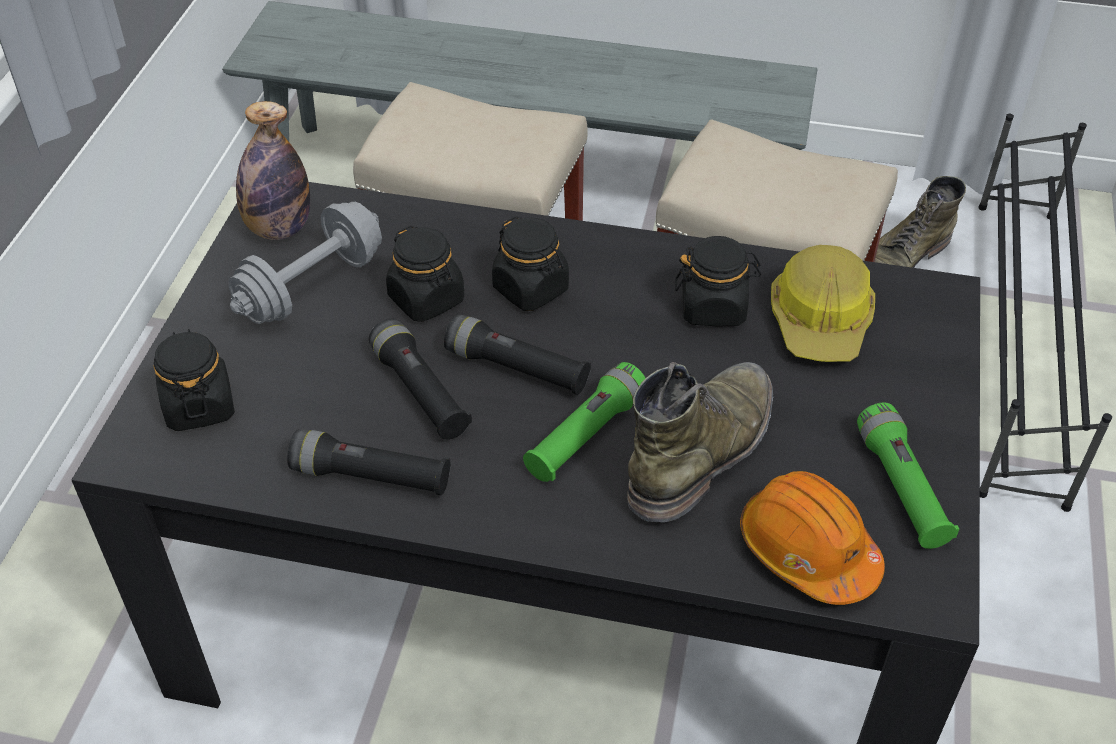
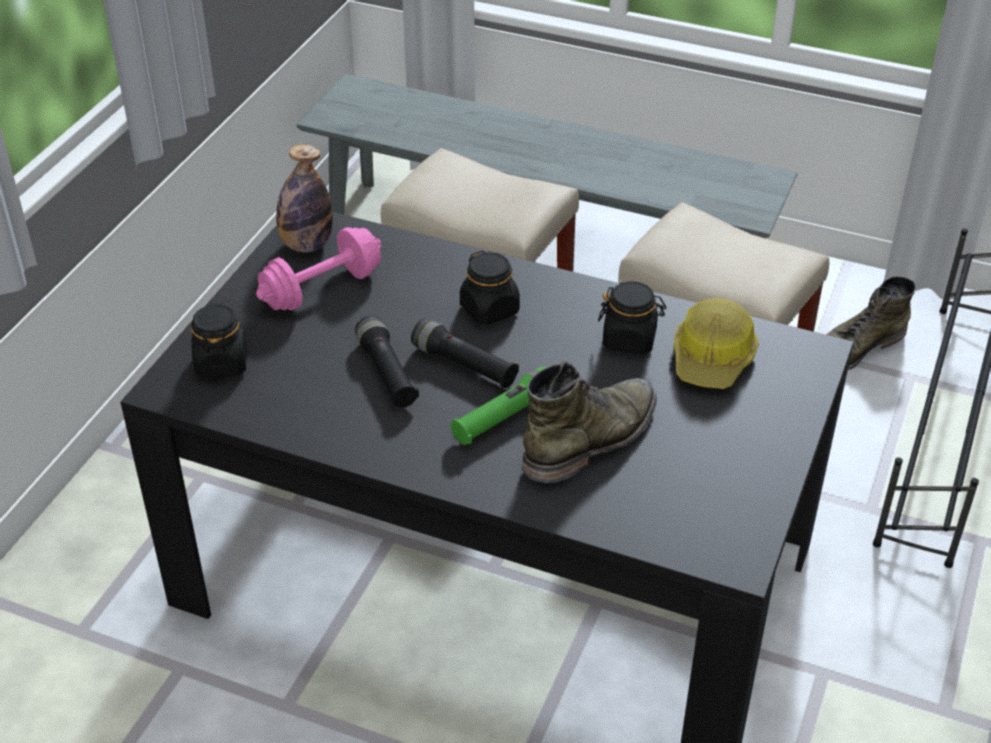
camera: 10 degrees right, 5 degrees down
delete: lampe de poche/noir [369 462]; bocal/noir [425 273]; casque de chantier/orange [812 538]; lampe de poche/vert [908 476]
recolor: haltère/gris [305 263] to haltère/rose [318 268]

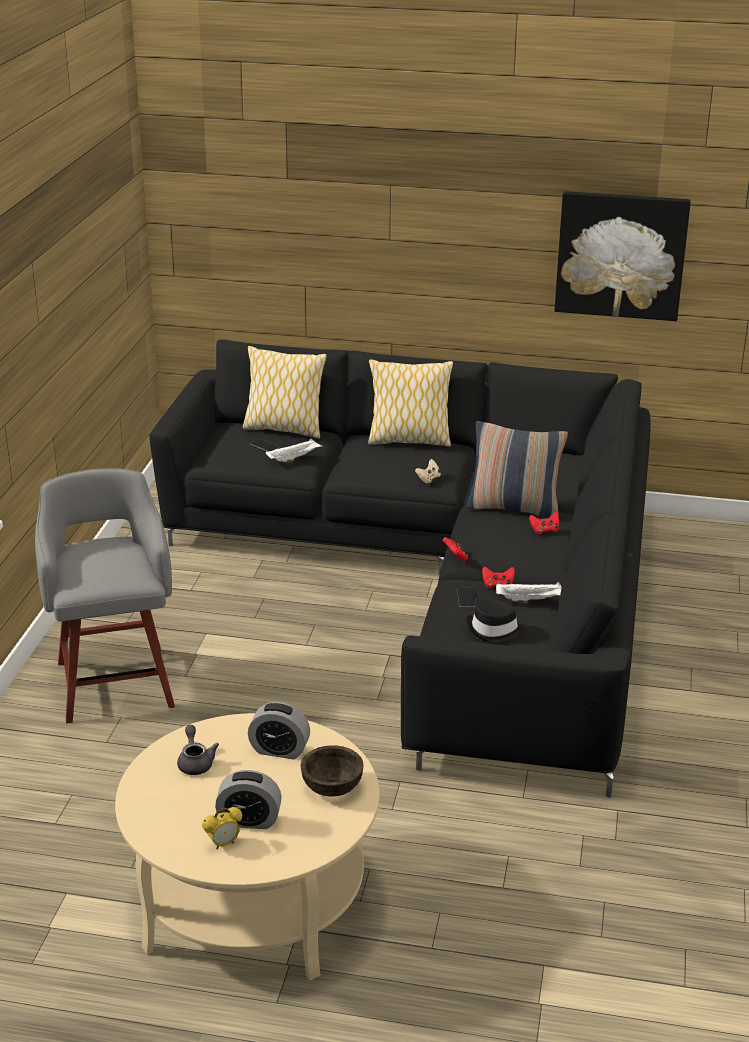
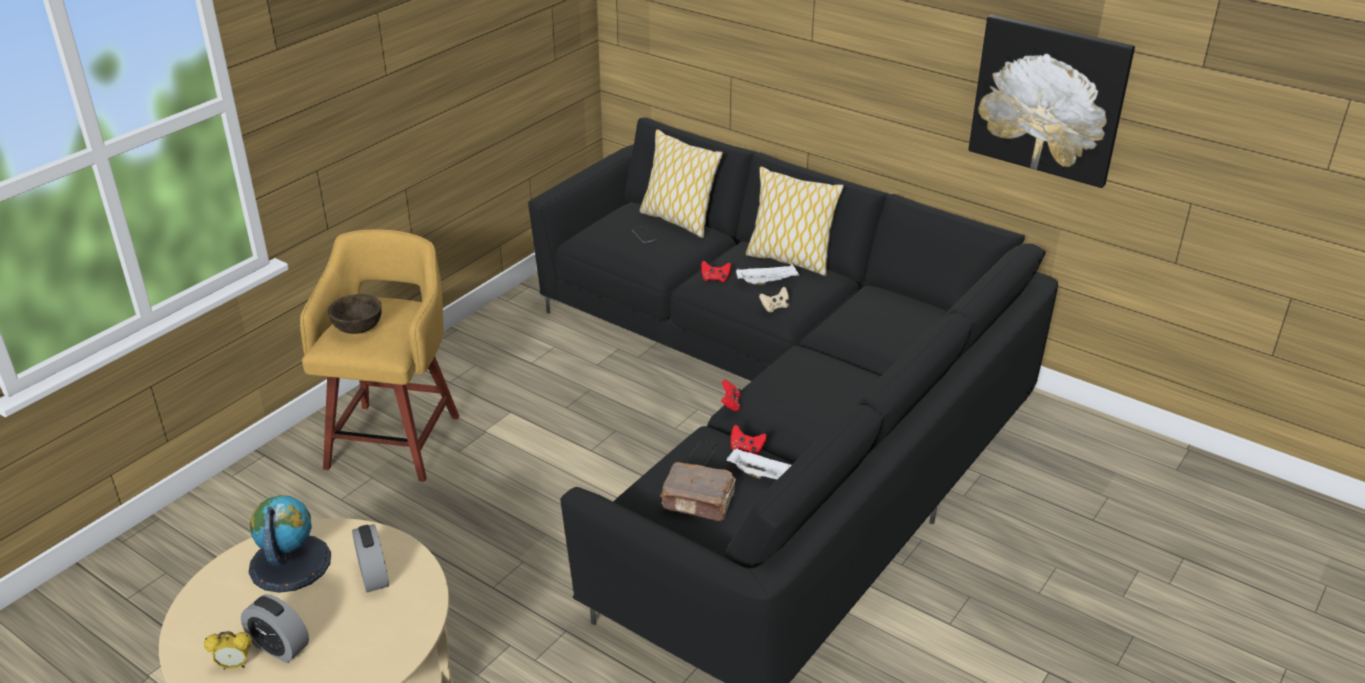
camera: 25 degrees right, 5 degrees up
delete: coussin [517 469]
move: plateau/blanc [294 450] to [767 274]; bol/marron [332 771] to [355 314]; manette/rouge [544 523] to [716 271]
replace: théière/gris [198 750] to globe [290 544]; chapeau/noir [495 620] to livre/marron [698 491]
recolor: tabouret/gris [105 595] to tabouret/jaune [379 356]
rotate: réveil [279 730] = [370 558] 150 degrees counterclockwise

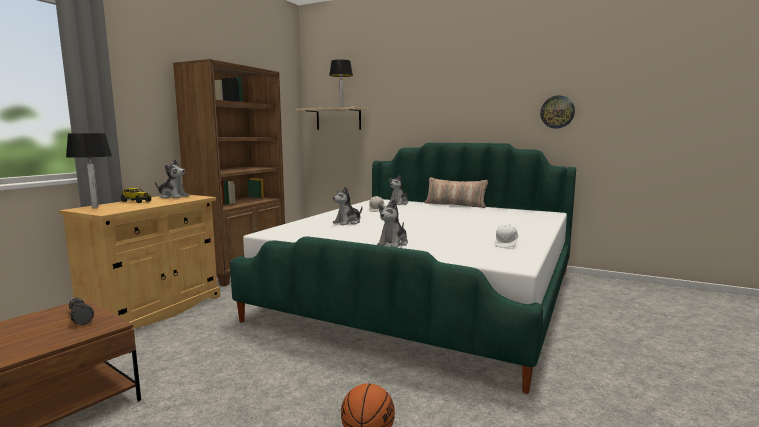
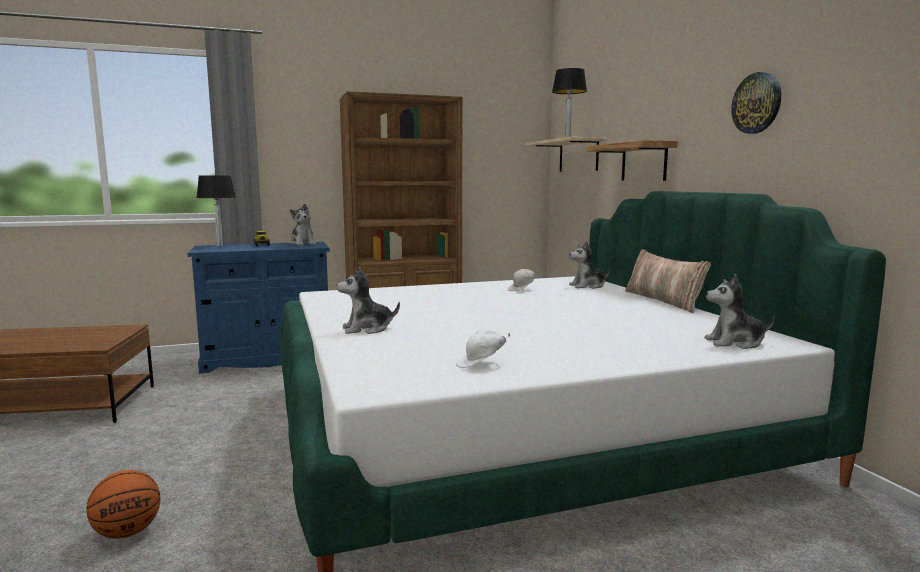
camera: 45 degrees right, 0 degrees up
delete: lampe de poche [81 311]
insert: étagère [632 160]
move: peluche [347 205] to [740 311]; horloge murale [557 112] to [756 103]
recolor: meuble de rangement/beige [139 262] to meuble de rangement/bleu [258 308]

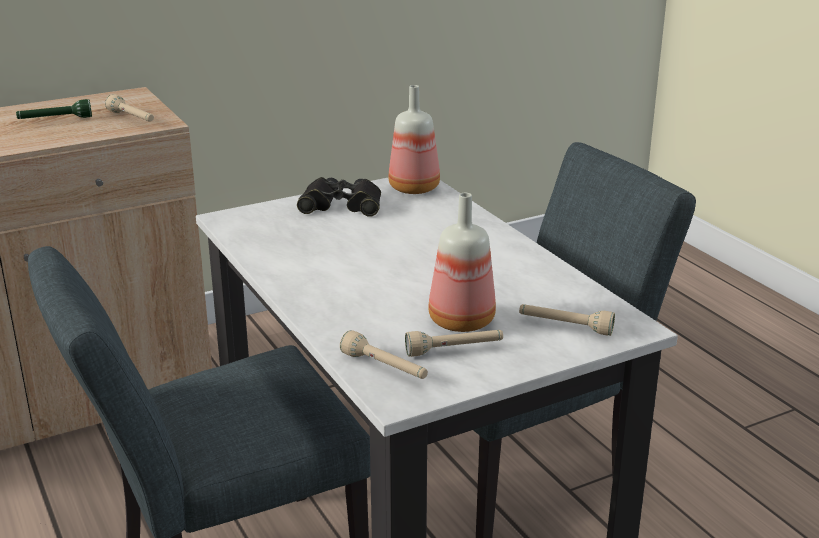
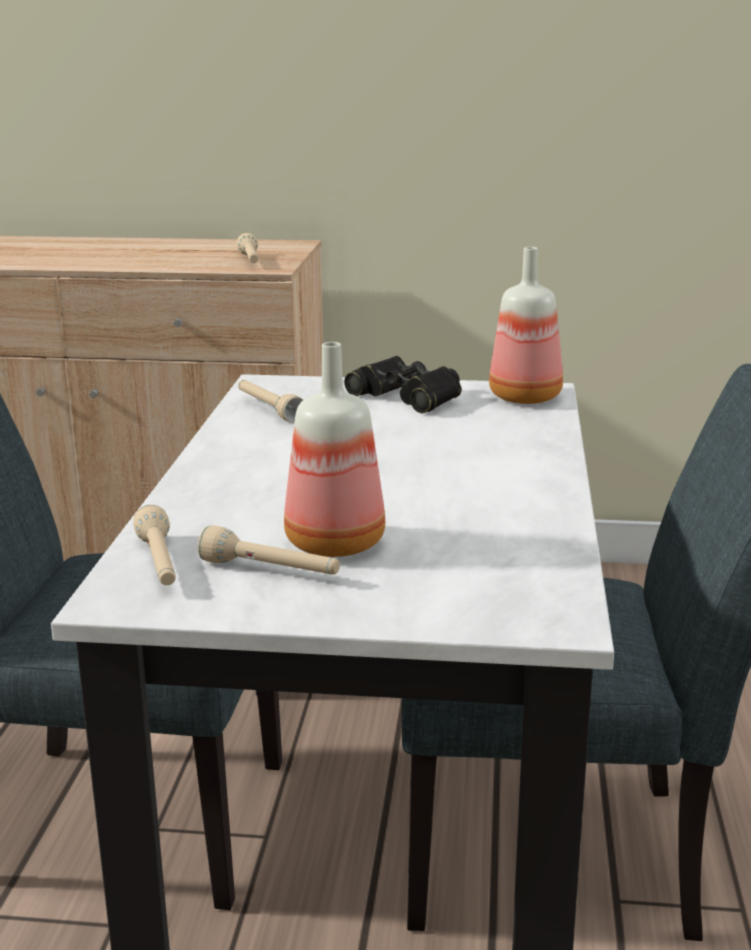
camera: 35 degrees right, 5 degrees down
delete: lampe de poche/vert [54 109]
move: lampe de poche/beige [567 320] to [270 401]

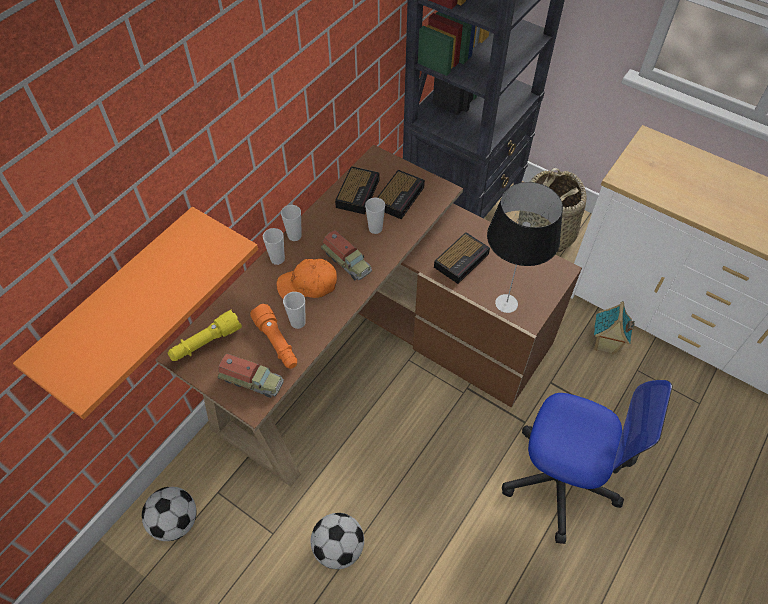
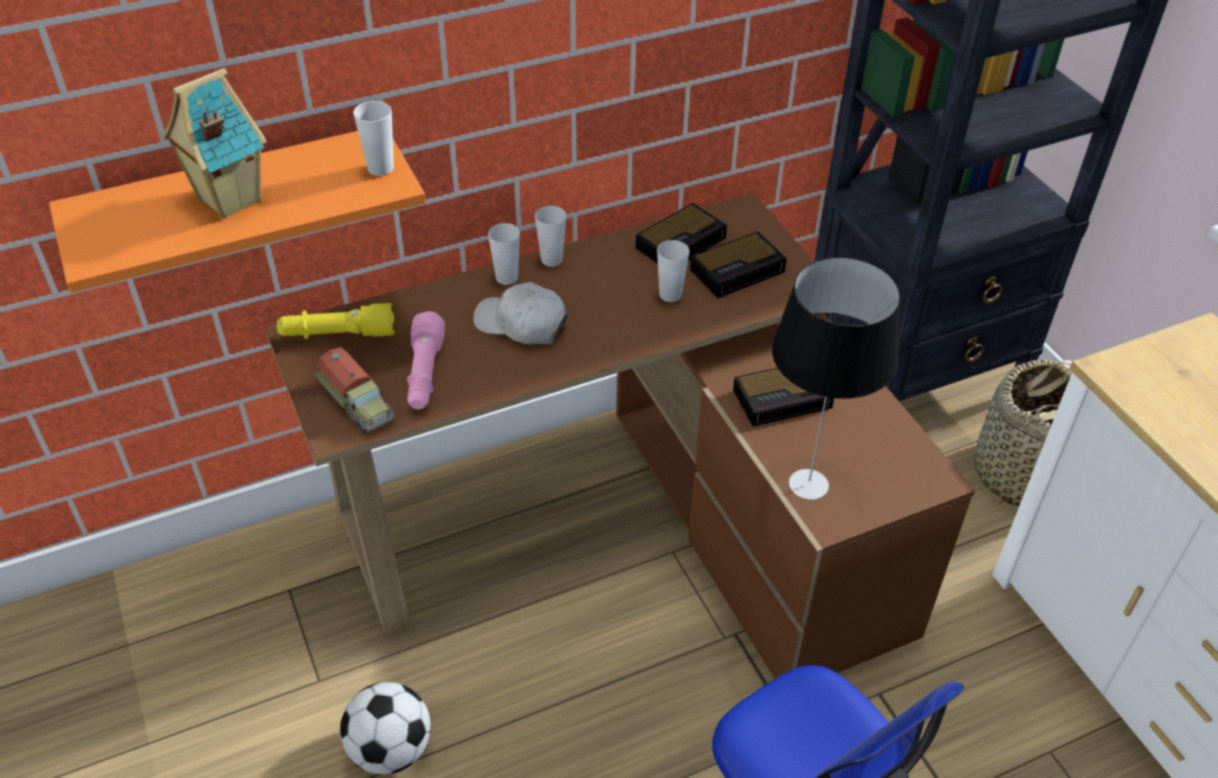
camera: 30 degrees right, 10 degrees down
delete: ballon de foot [169 514]; camion jouet [346 255]
move: tasse [294 310] to [373 138]; maison miniature [614 327] to [214 143]
recolor: lampe de poche/orange [273 336] to lampe de poche/rose [426 360]; casquette/orange [306 279] to casquette/blanc [520 313]

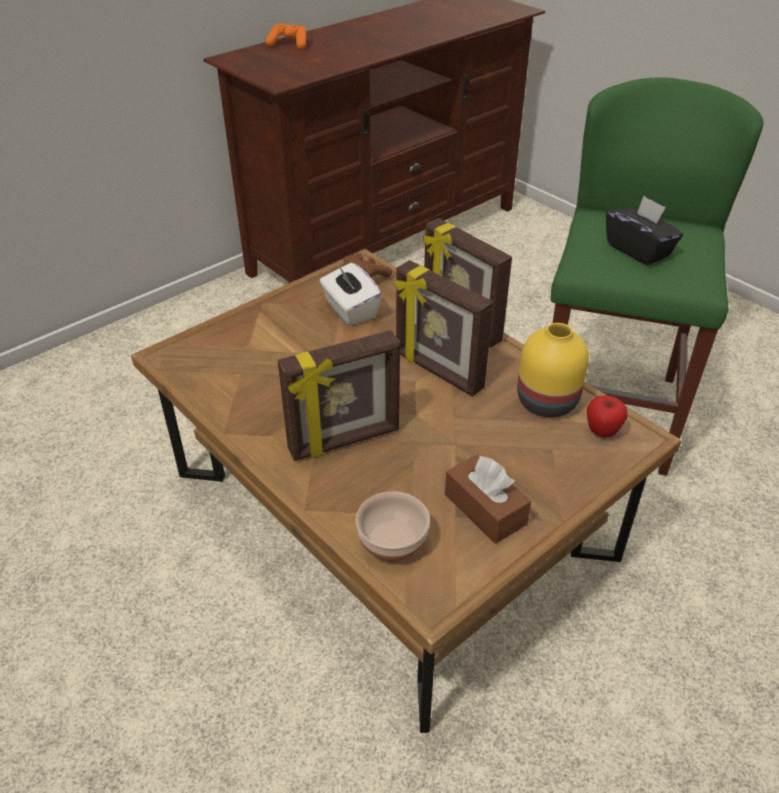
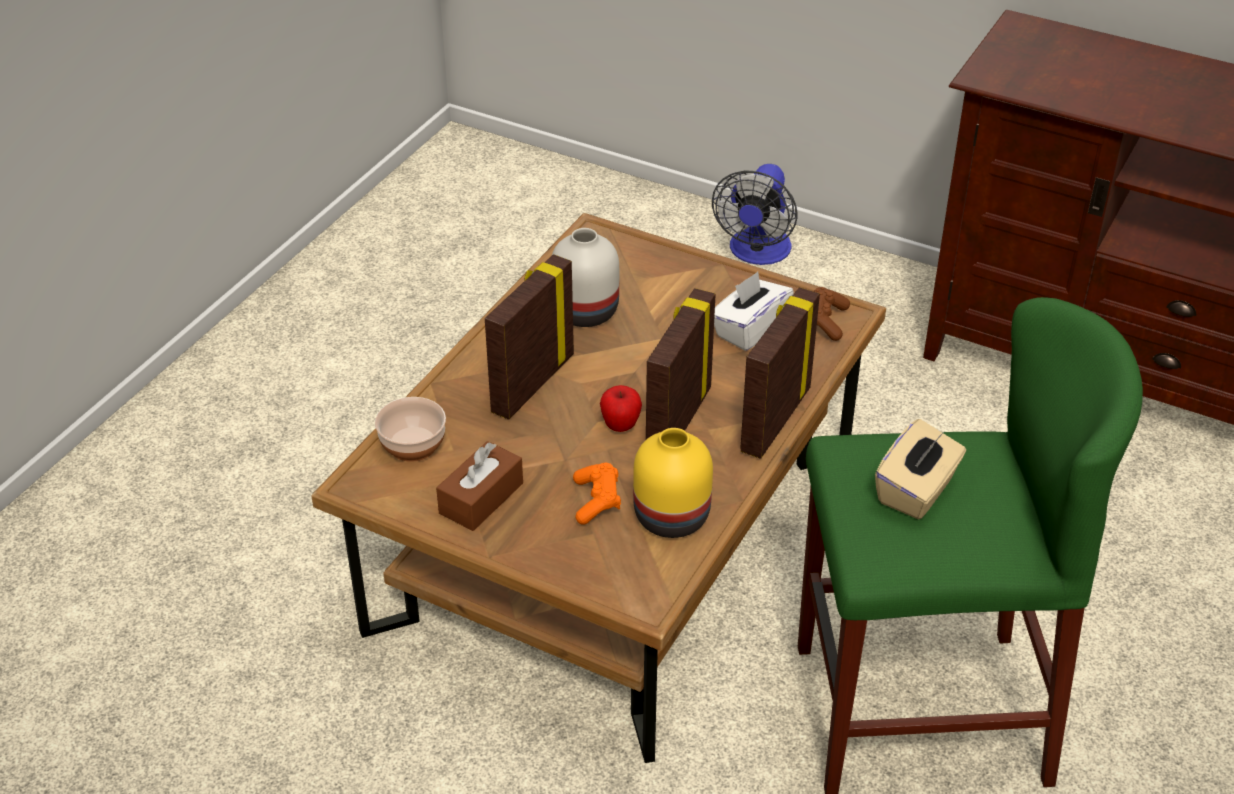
camera: 70 degrees right, 0 degrees up
insert: vase/blanc [585 277]; ventilateur [755 214]
move: manette/orange [286 36] to [597 493]; pomme [607 416] to [621 408]
recolor: boîte à mouchoirs/noir [644 230] to boîte à mouchoirs/beige [920 469]
rotate: cadre photo [339 395] = [529 337] 75 degrees clockwise

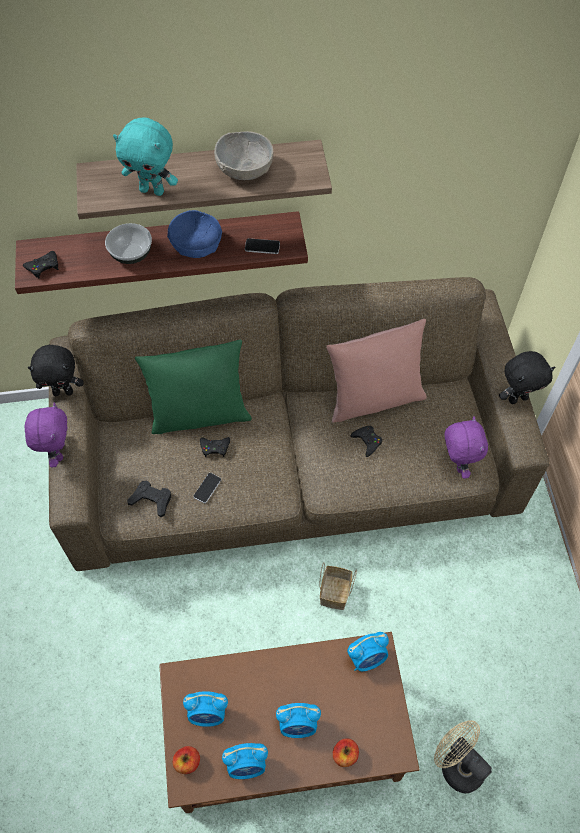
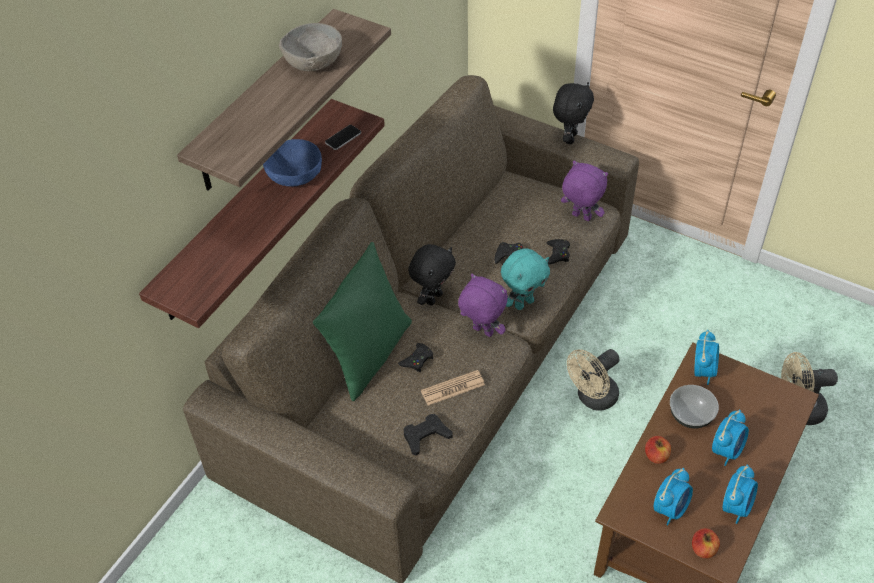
camera: 50 degrees left, 10 degrees down
delete: coussin/rose [376 371]
move: manette/noir [40 265] to [558 251]; peluche/violet [46 434] to [483 305]; peluche/noir [55 370] to [432 274]; bol [128 243] to [694 407]; peluche/turquoise [145 156] to [525 279]; pomme [346 752] to [658 450]
replace: téléphone [207 488] to journal [453 387]; panier [338 586] to ventilateur/beige [593 380]

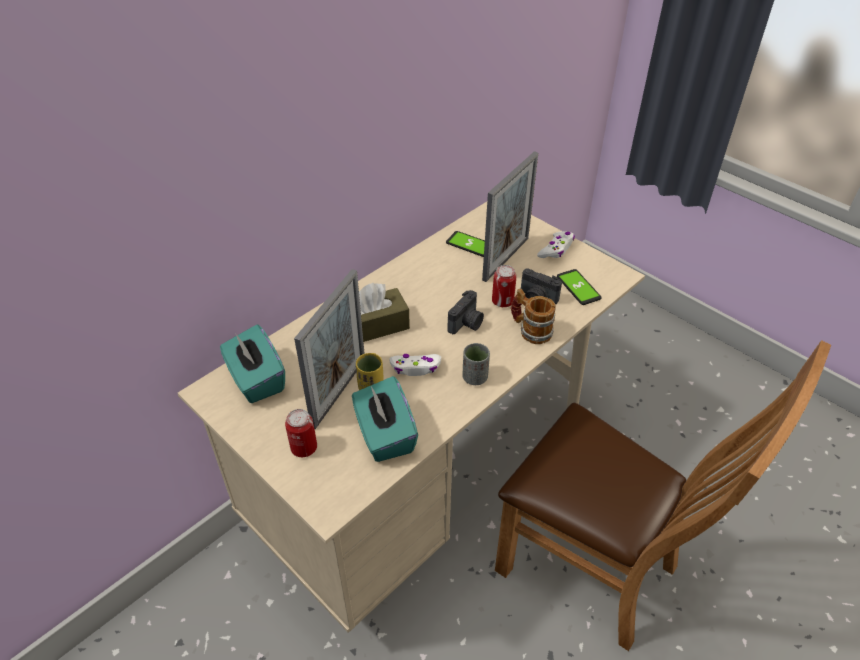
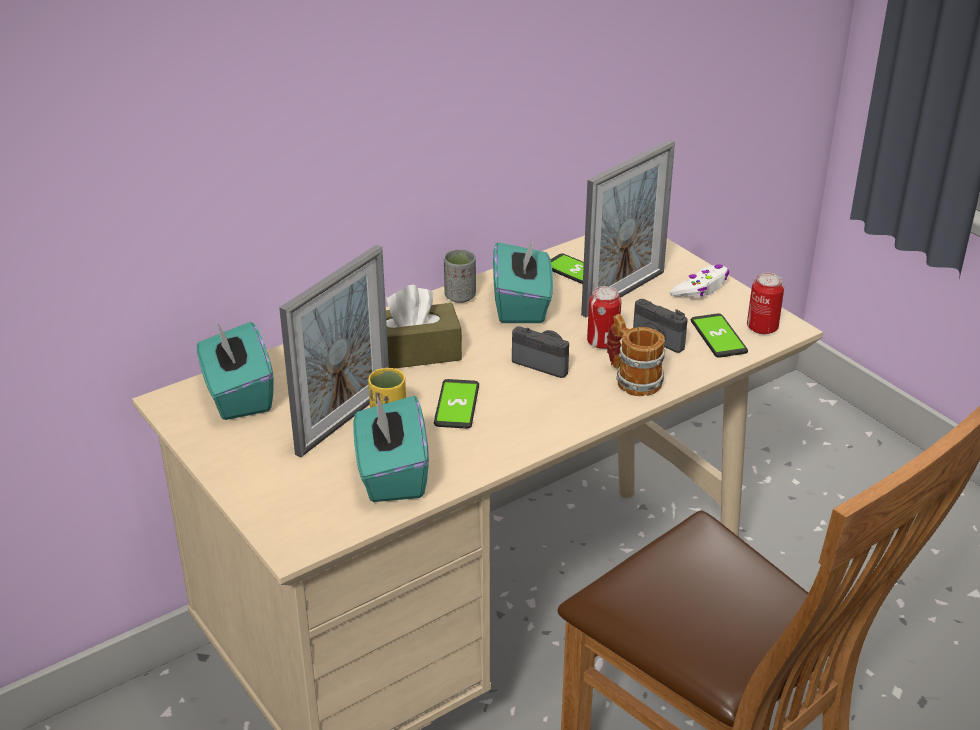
camera: 10 degrees right, 10 degrees down
insert: boîte à mouchoirs/turquoise [523 279]
move: boîte métallique [301 433] to [765 303]; tasse/gris [476 364] to [460 276]
replace: manette/blanc [415 365] to téléphone [456 404]
rotate: appareil photo [466 312] = [540 352] 105 degrees counterclockwise

